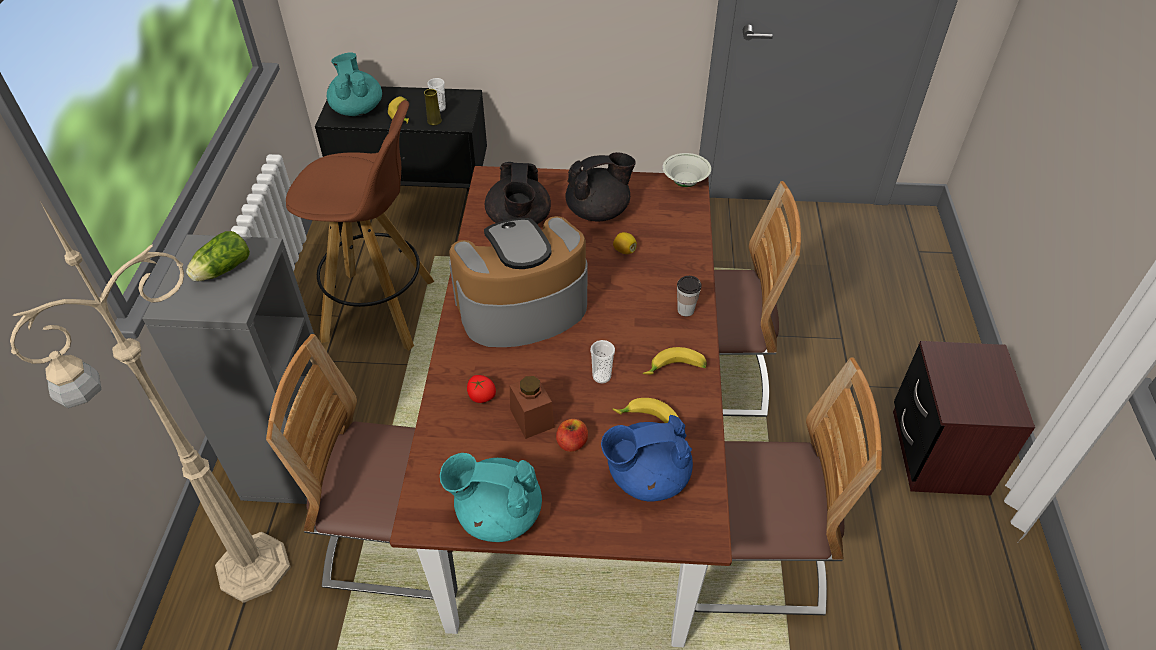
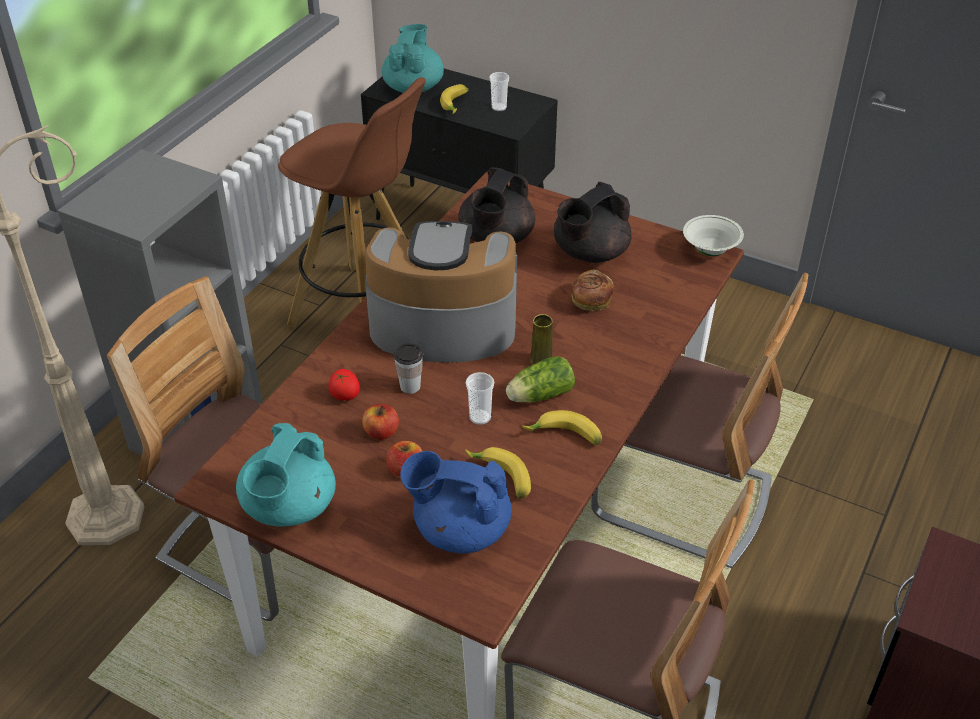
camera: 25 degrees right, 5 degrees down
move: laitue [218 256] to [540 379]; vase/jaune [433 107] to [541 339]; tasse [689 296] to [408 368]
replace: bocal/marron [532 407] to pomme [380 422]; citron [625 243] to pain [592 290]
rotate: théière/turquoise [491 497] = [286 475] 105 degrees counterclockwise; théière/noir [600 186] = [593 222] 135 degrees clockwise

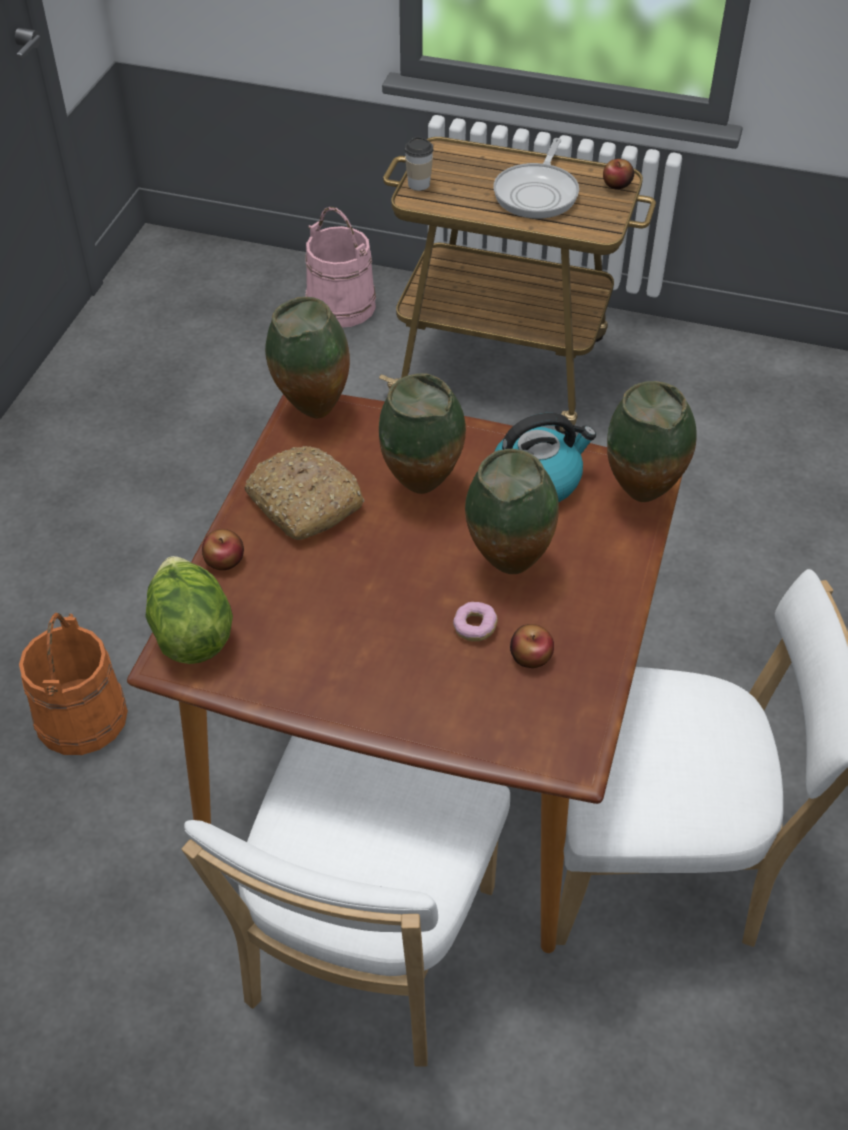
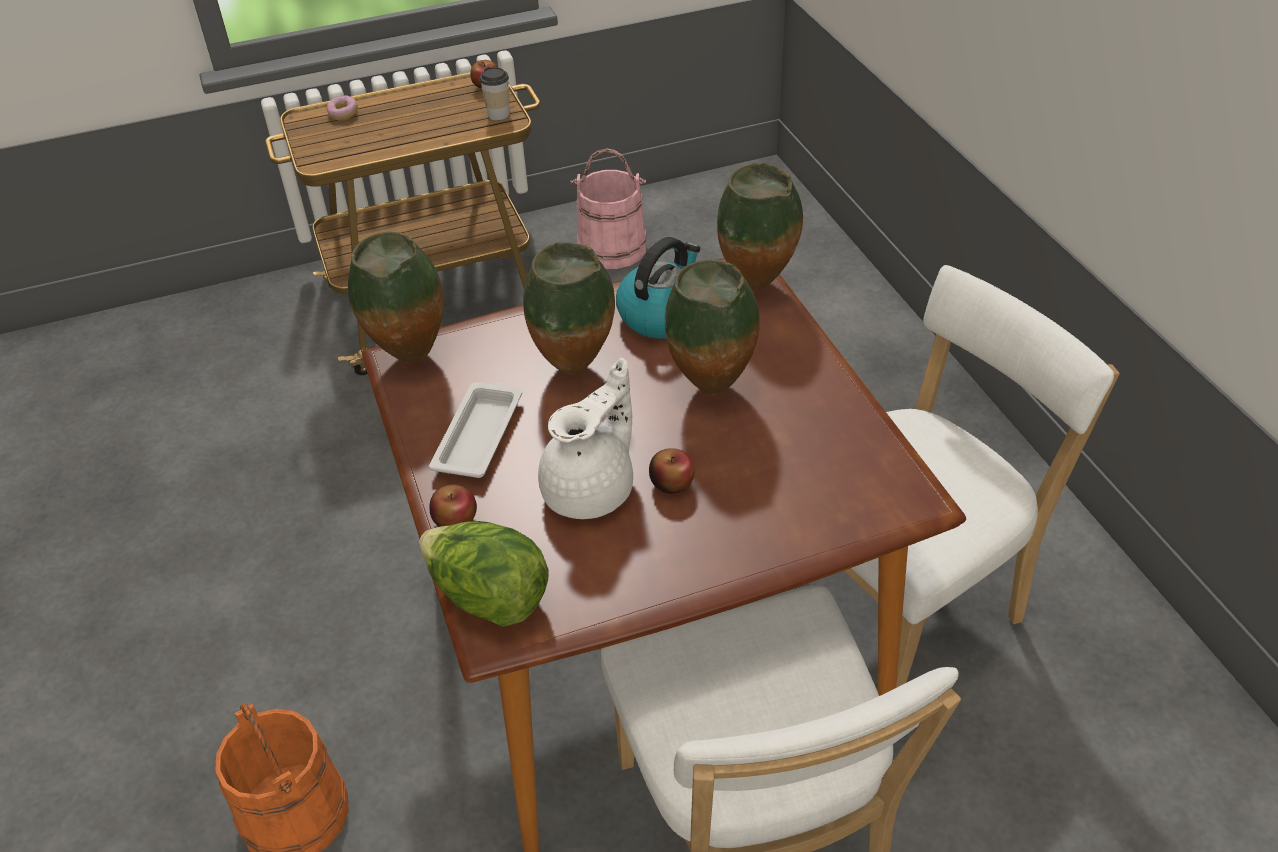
camera: 35 degrees left, 5 degrees down
delete: poêle [536 178]
insert: théière/blanc [585 438]
move: seau/rose [340 267] to [608 208]; tasse [419 164] to [495 93]; beignet [475 621] to [342 107]; pomme [532 646] to [671 471]
replace: pain [304 493] to plateau/blanc [475 430]

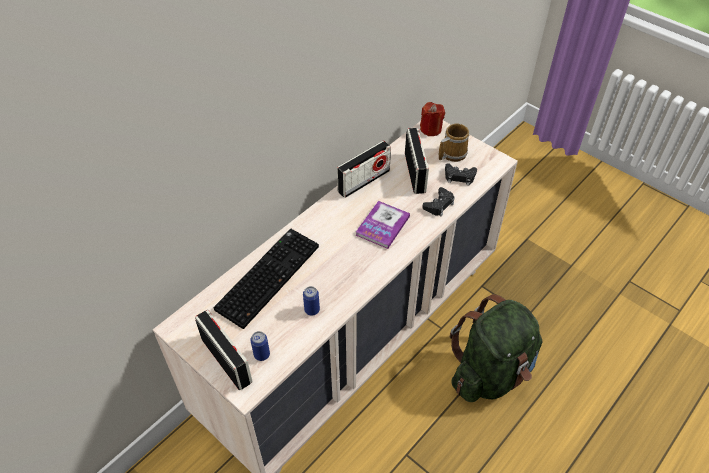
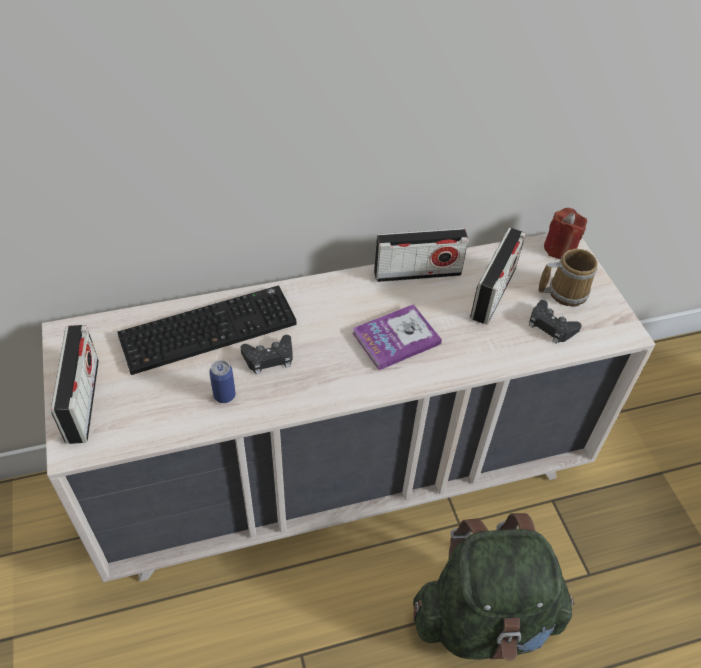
camera: 30 degrees right, 0 degrees up
delete: boîte métallique [260 346]
move: manette/noir [438 201] to [267 354]

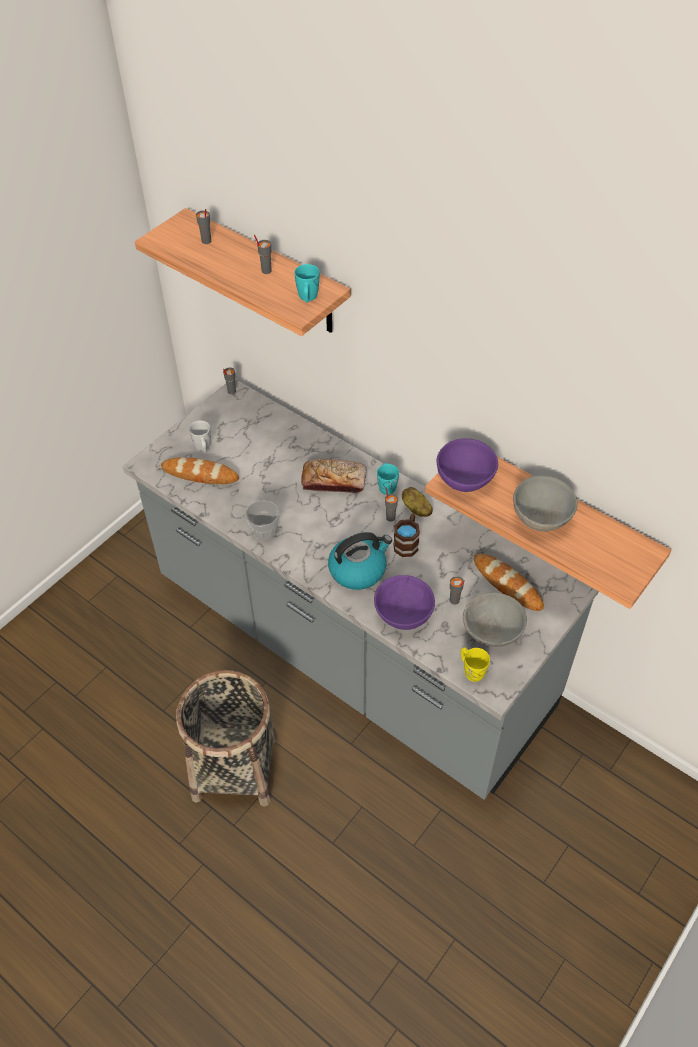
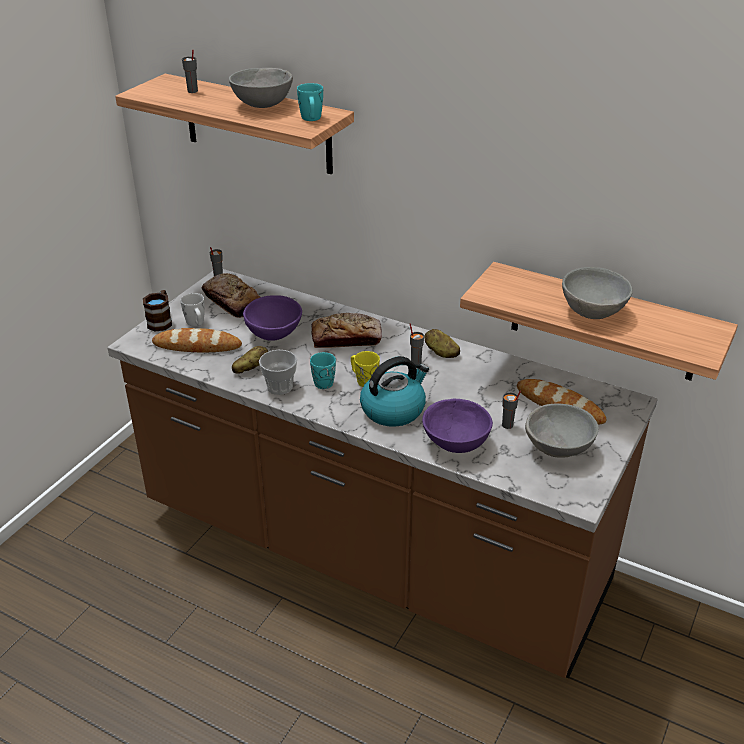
camera: 10 degrees left, 15 degrees down
delete: panier [227 738]
insert: pain [231 295]; pomme de terre [250 360]
move: mug/turquoise [388 479] to [323 370]; mug/marron [406 535] to [157 311]; bol/violet [467 465] to [272 318]; mug/jaune [475 664] to [365 369]
replace: tasse/gris [263 254] to bol/gris [261 88]
recolor: comptoir de cuisine/gris [361 589] to comptoir de cuisine/marron [382 473]

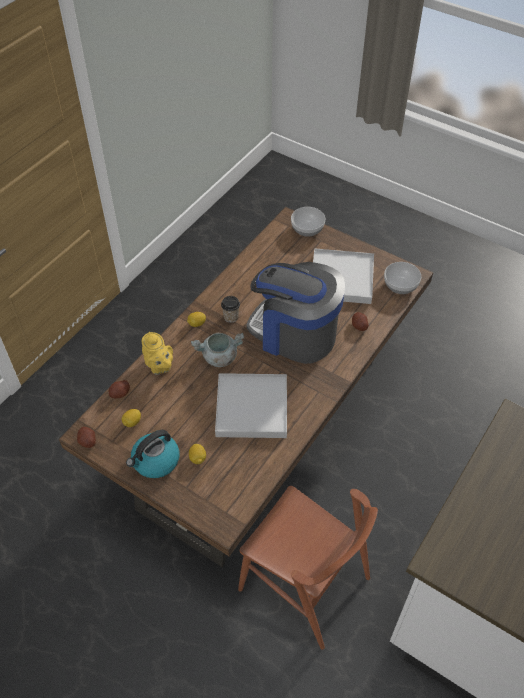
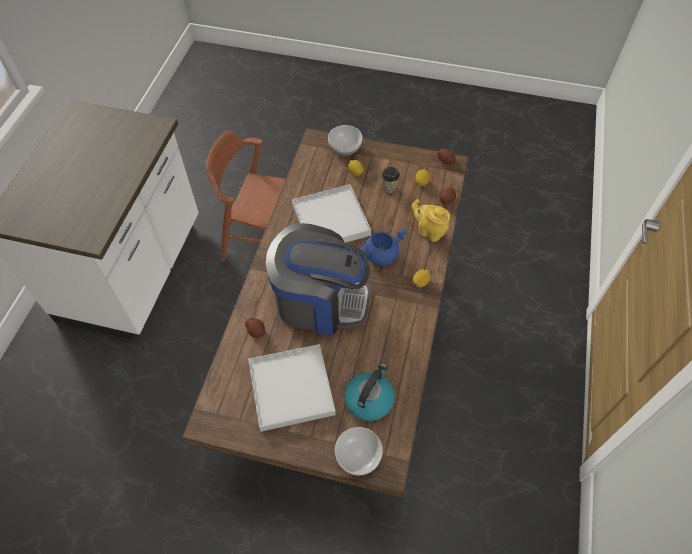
camera: 160 degrees right, 5 degrees up
move: bouilloire [152 454] to [369 392]; tasse [230 309] to [391 180]; bol [402 278] to [345 140]
recolor: marmite/gris [217 349] to marmite/bleu [383 247]

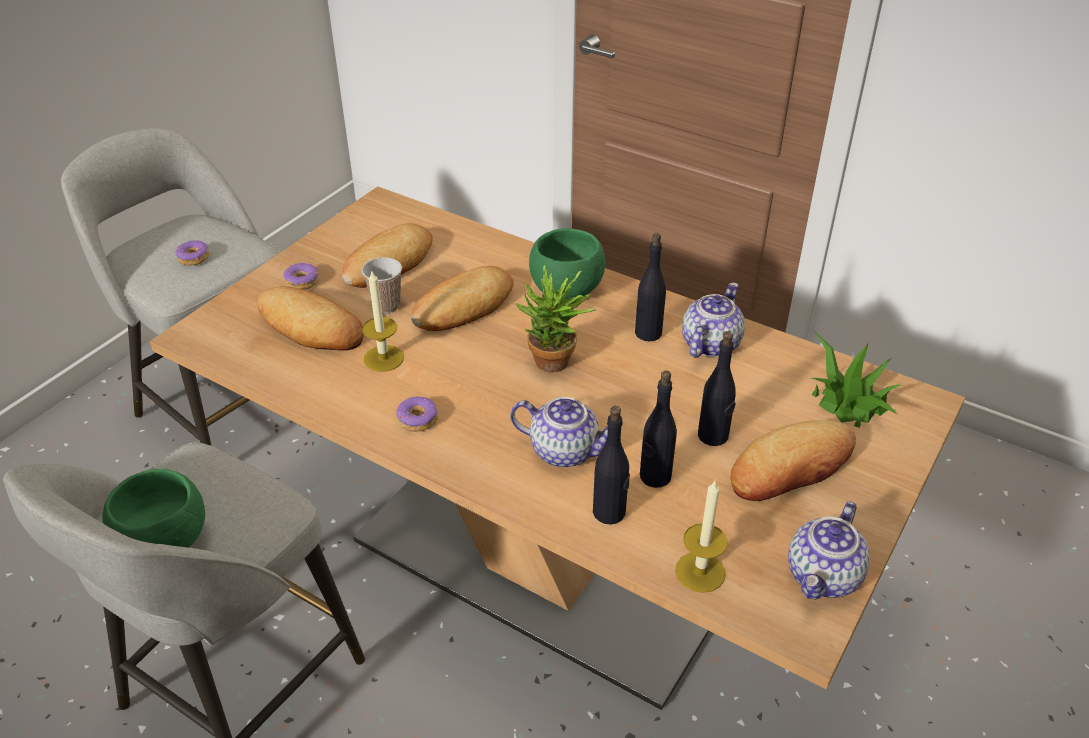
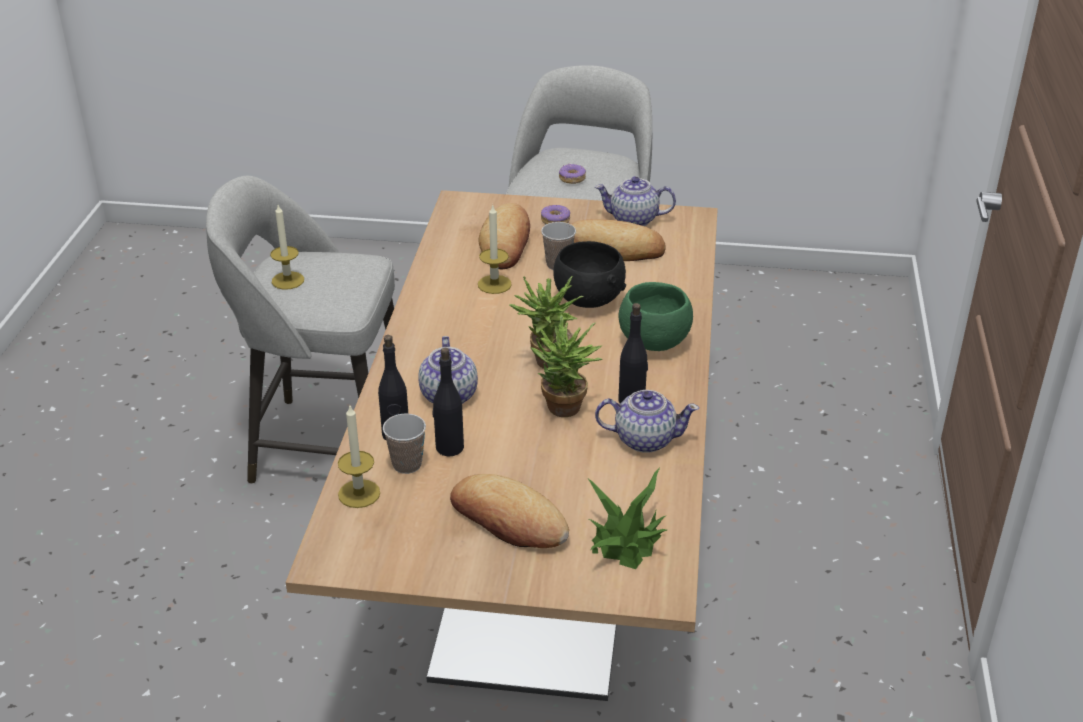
camera: 65 degrees right, 5 degrees down
delete: beignet [417 414]; bouteille/noir [717 388]
insert: tasse [404 443]; plante en pot [566 365]
move: théière [829 550] to [635 201]
replace: bol/vert [153 508] to bougie [287 247]; pain [462 298] to bol/noir [589 274]

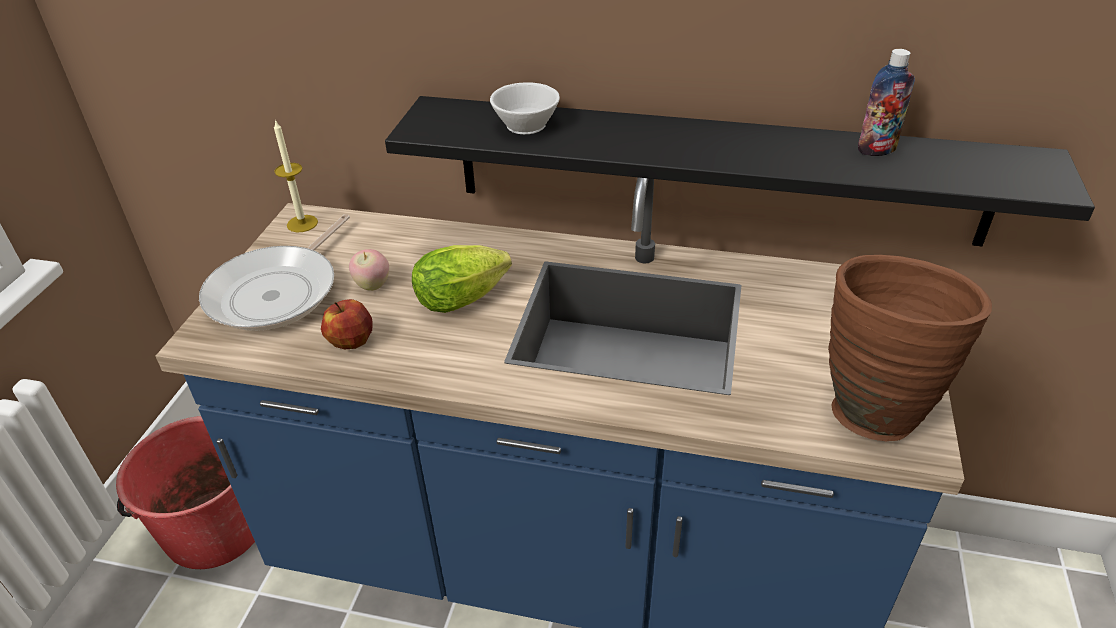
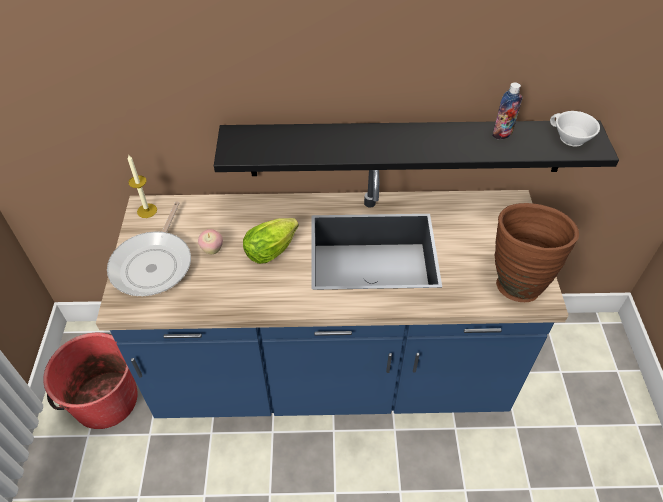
camera: 15 degrees left, 10 degrees up
delete: pomme [347 324]
move: tasse/blanc [525 108] to [575 128]

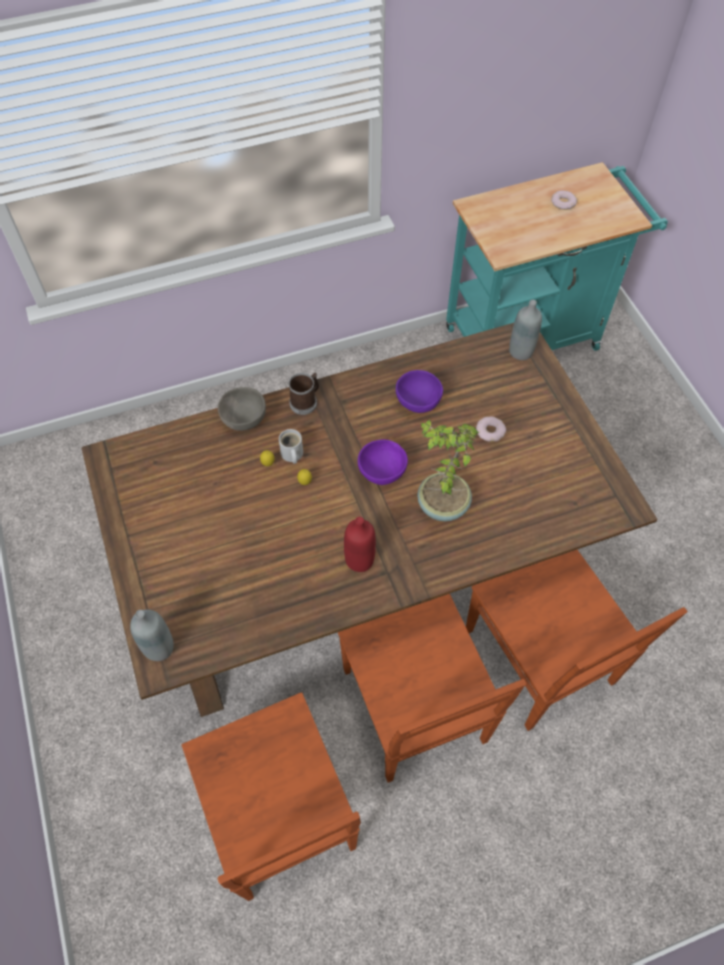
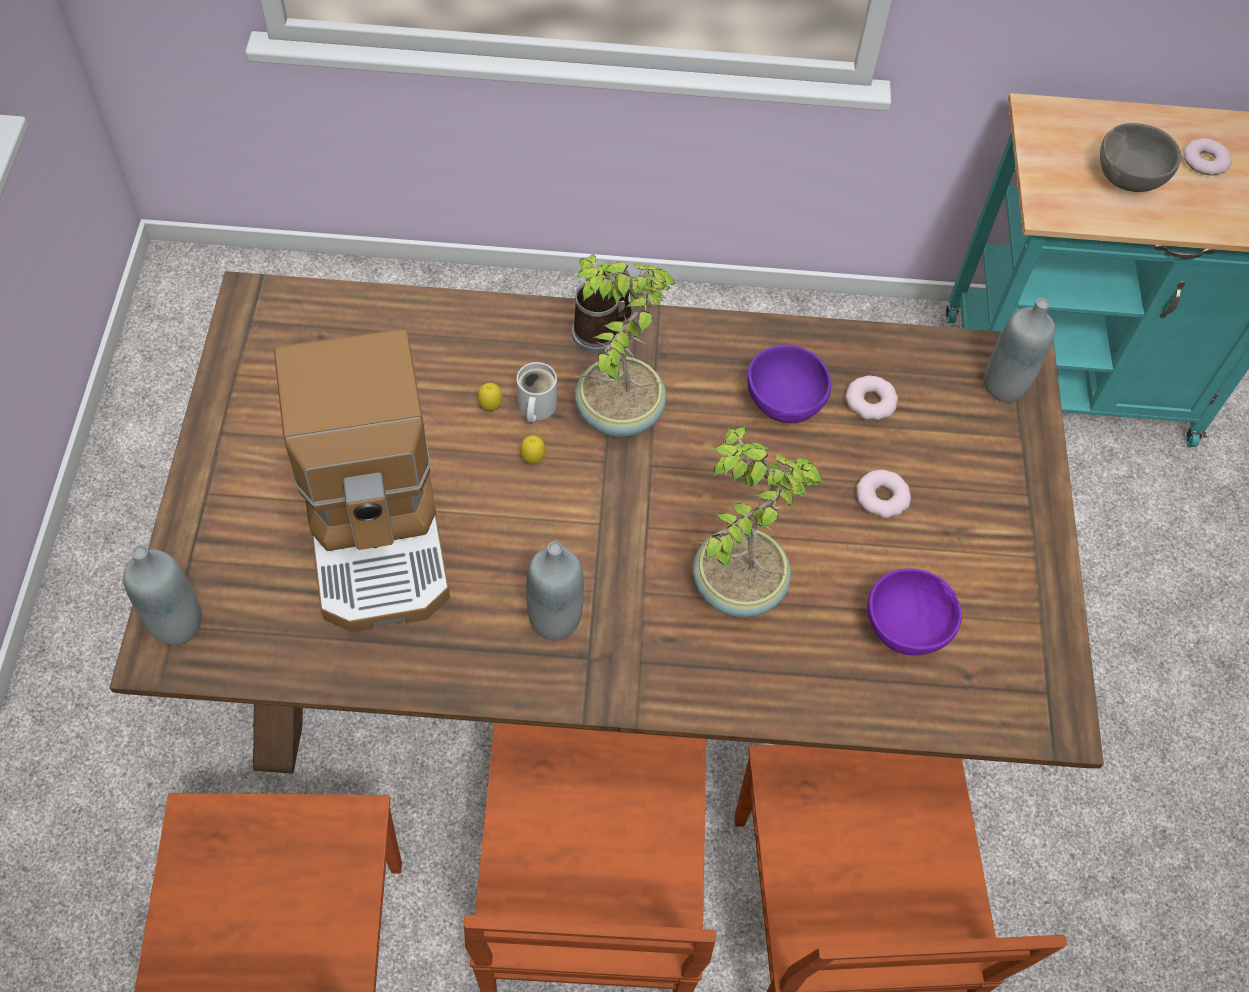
camera: 20 degrees right, 0 degrees up
insert: machine à café [362 480]; plante en pot [625 345]; beignet [871 398]
move: bol/gris [242 409] to [1140 157]; bol/violet [383 462] to [914 612]
recolor: bouteille/rouge [360 544] to bouteille/gris [555 591]

